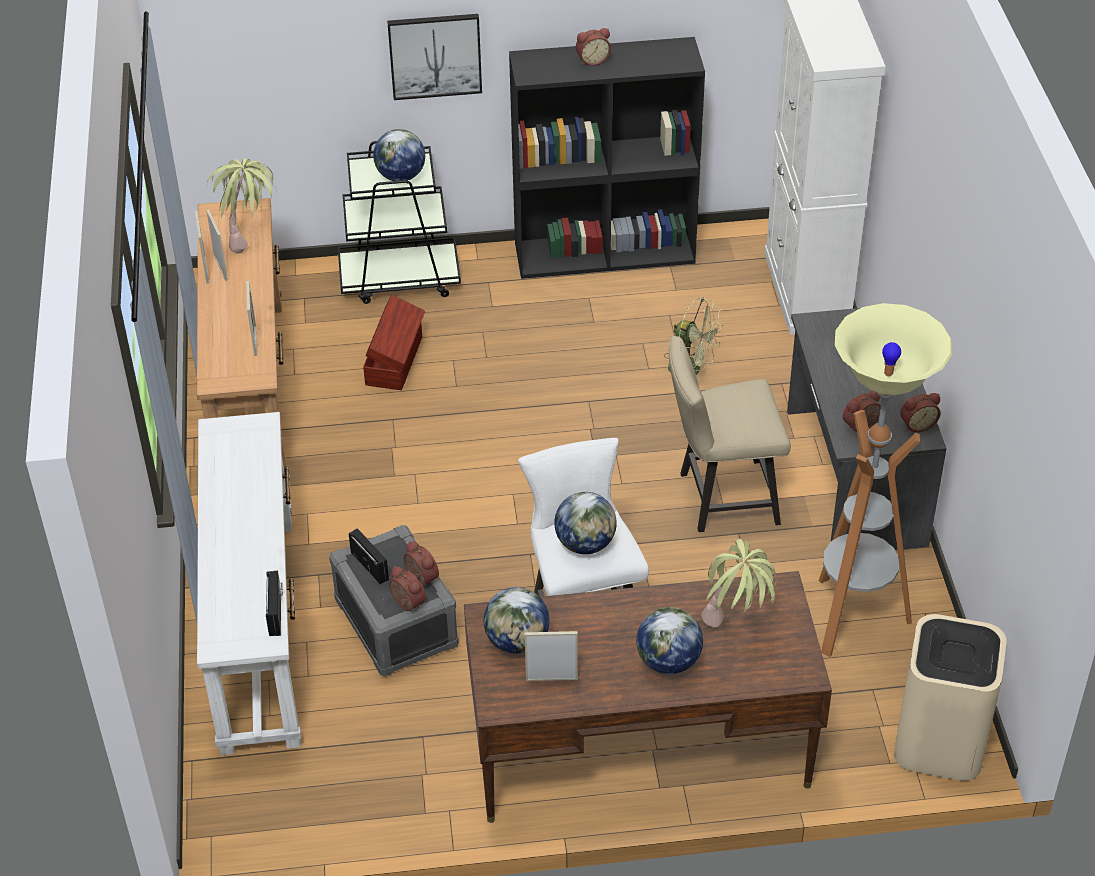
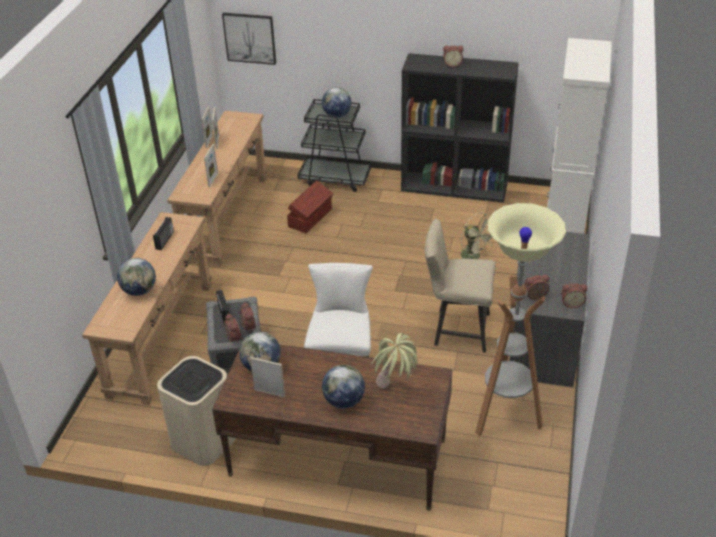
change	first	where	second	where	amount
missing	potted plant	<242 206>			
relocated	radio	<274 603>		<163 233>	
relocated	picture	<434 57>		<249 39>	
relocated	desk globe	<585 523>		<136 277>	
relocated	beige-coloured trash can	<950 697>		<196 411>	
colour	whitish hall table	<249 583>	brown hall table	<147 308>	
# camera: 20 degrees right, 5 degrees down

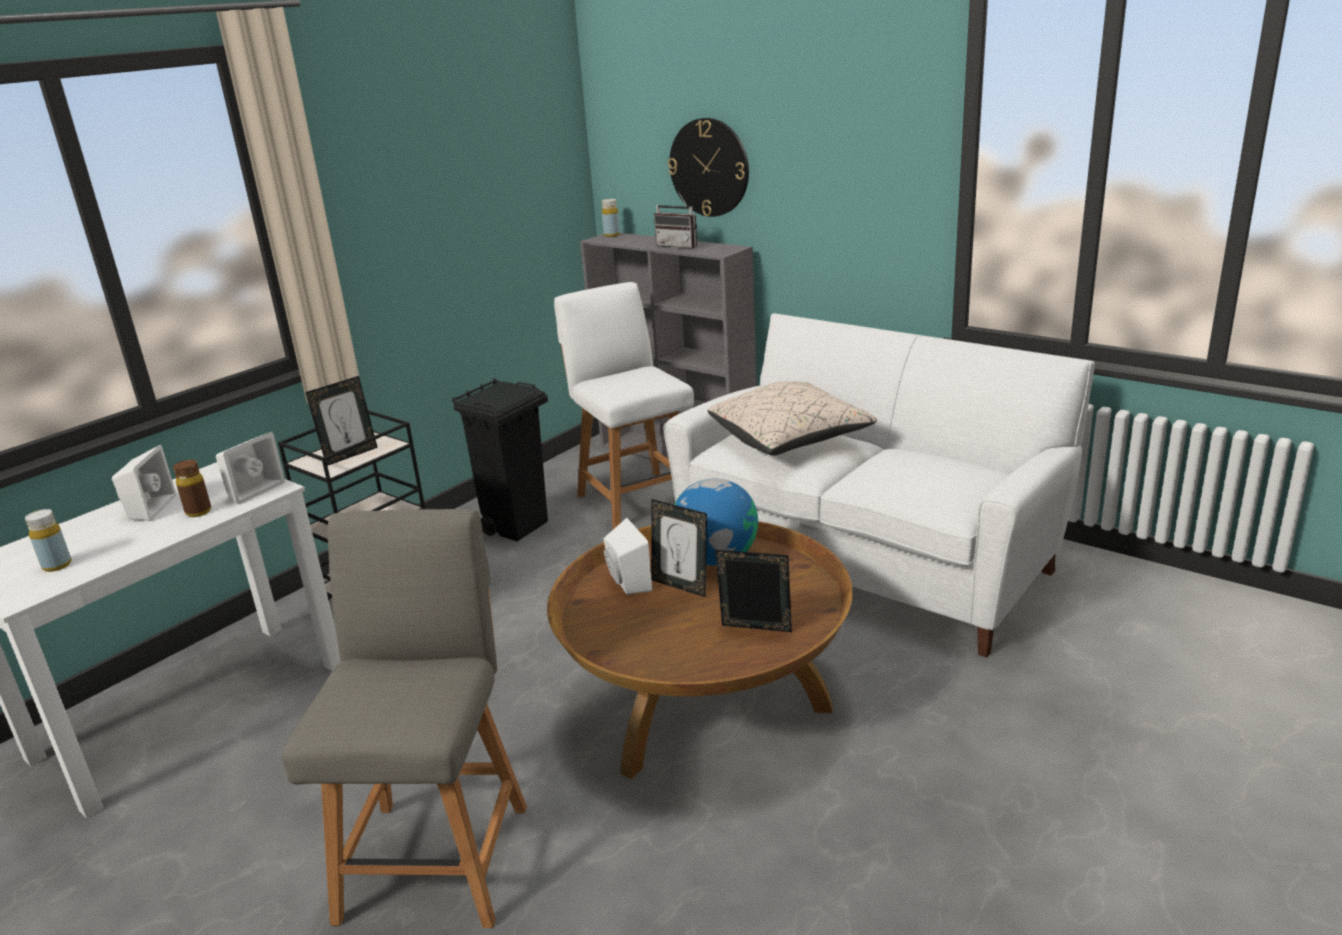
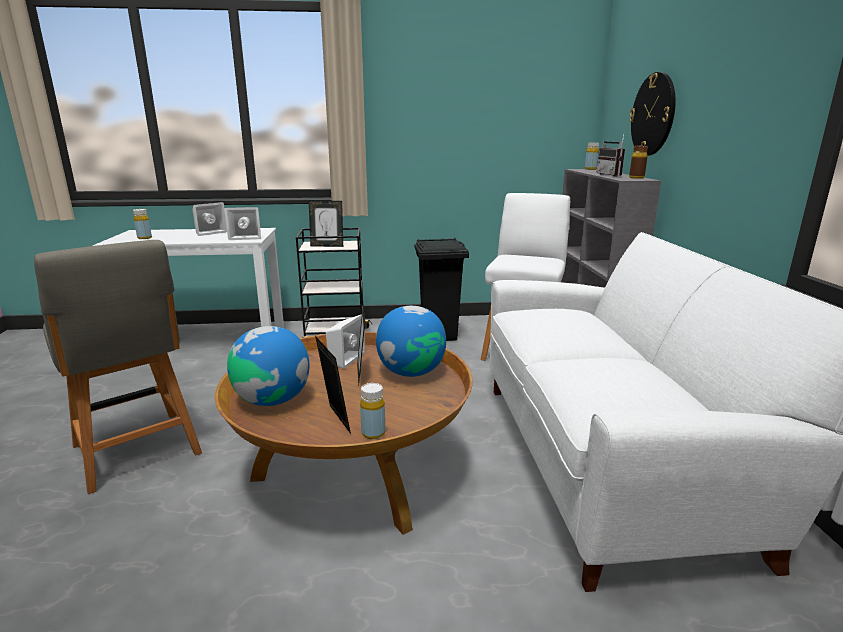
change	first	where	second	where	amount
missing	beige-coloured cushion	<792 418>			
appeared			desk globe	<268 366>	
appeared			yellow beverage bottle	<372 411>	
relocated	brown beverage bottle	<192 488>		<638 162>	
spun	greyish chair	<404 718>		<118 367>	90 degrees clockwise
# camera: 45 degrees right, 5 degrees down

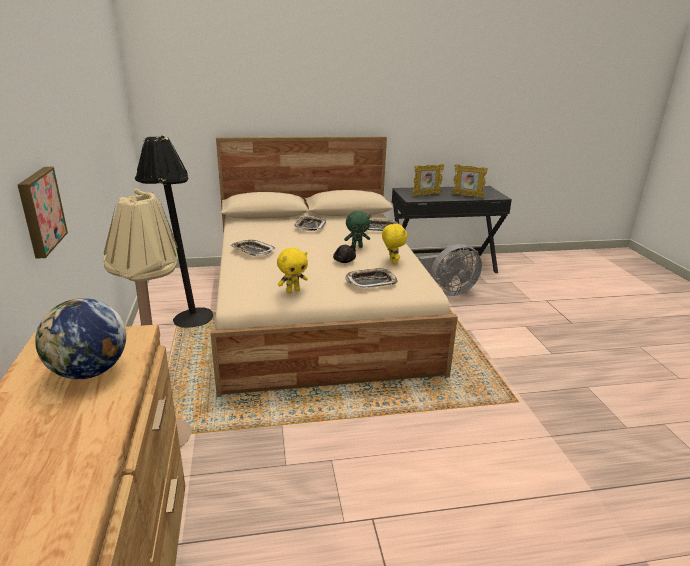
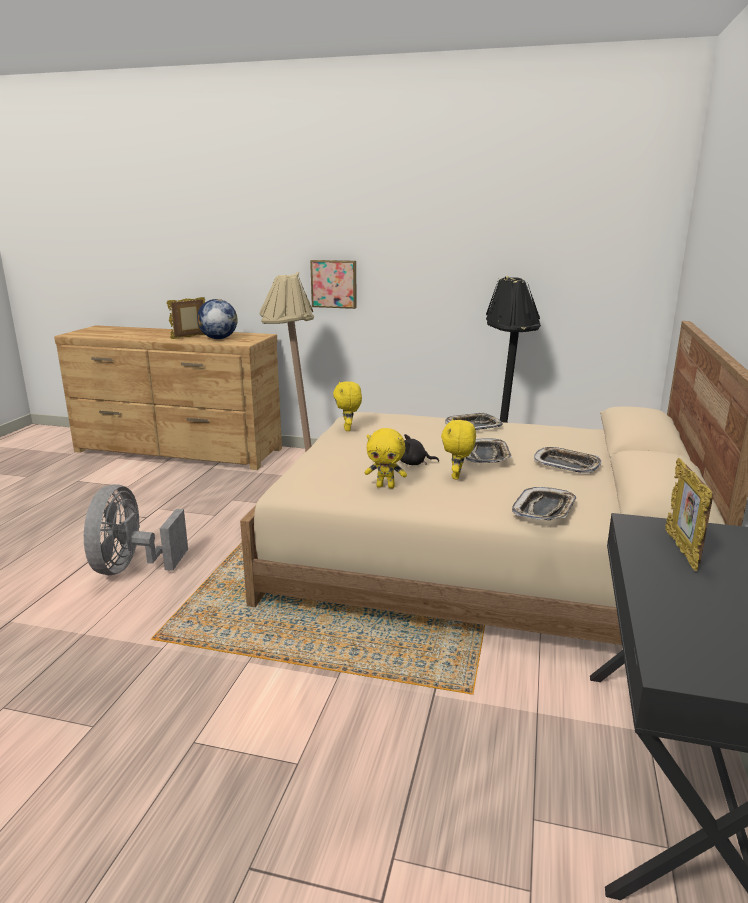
change	first	where	second	where	amount
relocated	tray	<371 277>		<489 450>	
relocated	greyish cooling fan	<450 270>		<136 529>	
relocated	standing frame	<470 181>		<186 318>	
colour	green cuddly toy	<357 229>	yellow cuddly toy	<458 449>	
# camera: 115 degrees right, 5 degrees down

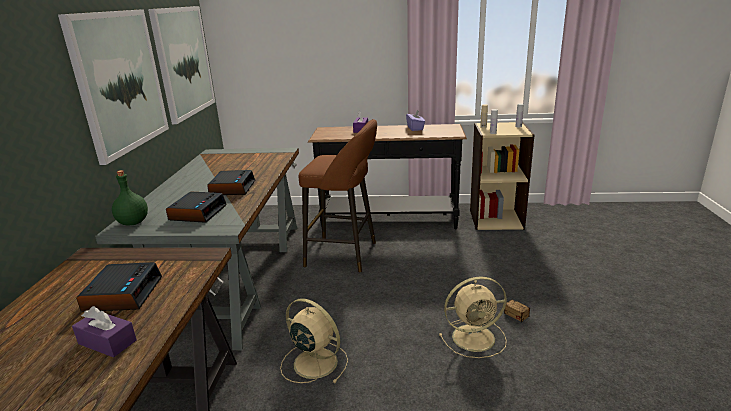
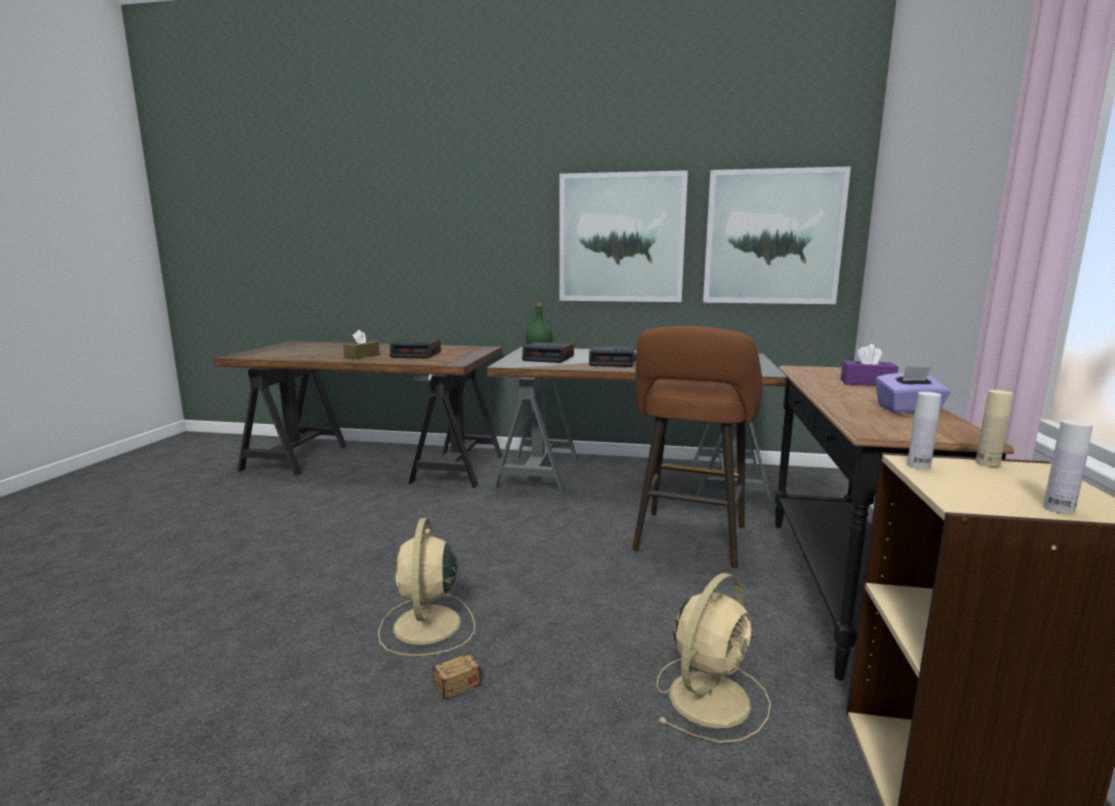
change	first	where	second	where	amount
relocated	beige-coloured cooling fan	<314 340>		<713 658>	
colour	purplish box of tissues	<104 331>	brown box of tissues	<361 344>	
# camera: 95 degrees right, 10 degrees down

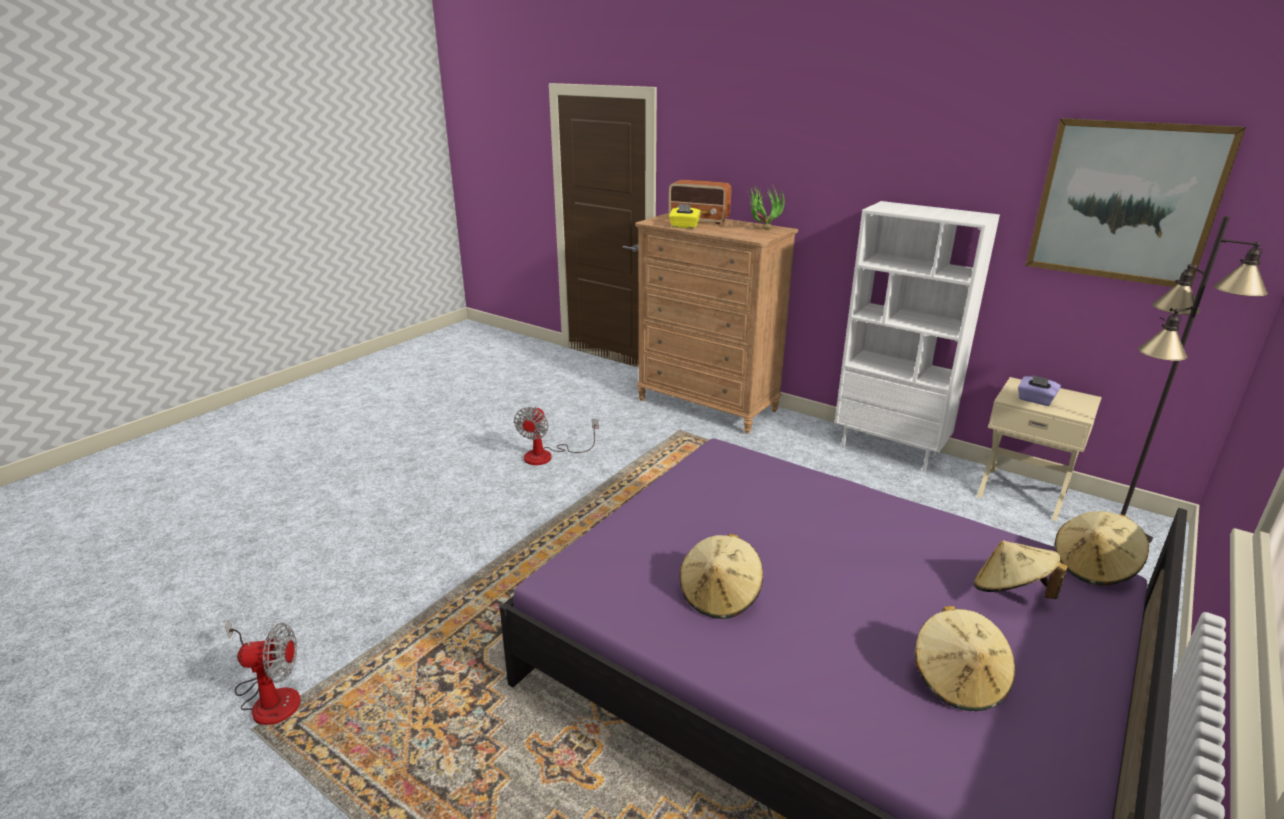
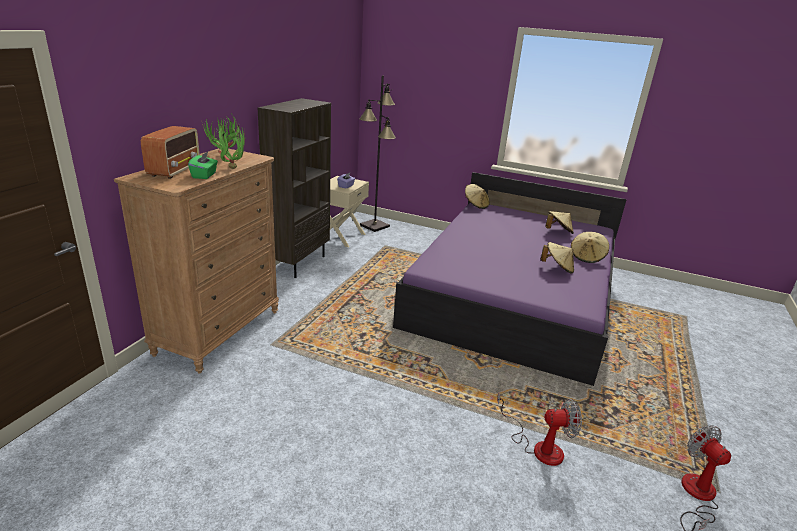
change	first	where	second	where	amount
missing	picture	<1136 202>			
appeared			potted plant	<225 147>	
relocated	cooling fan	<556 436>		<539 429>	
relocated	beige-coloured wearable hat	<1021 569>		<590 247>	
colour	yellow box of tissues	<685 216>	green box of tissues	<203 165>	
colour	whitish shelving unit	<917 336>	brown shelving unit	<294 188>	
# camera: 105 degrees left, 0 degrees up

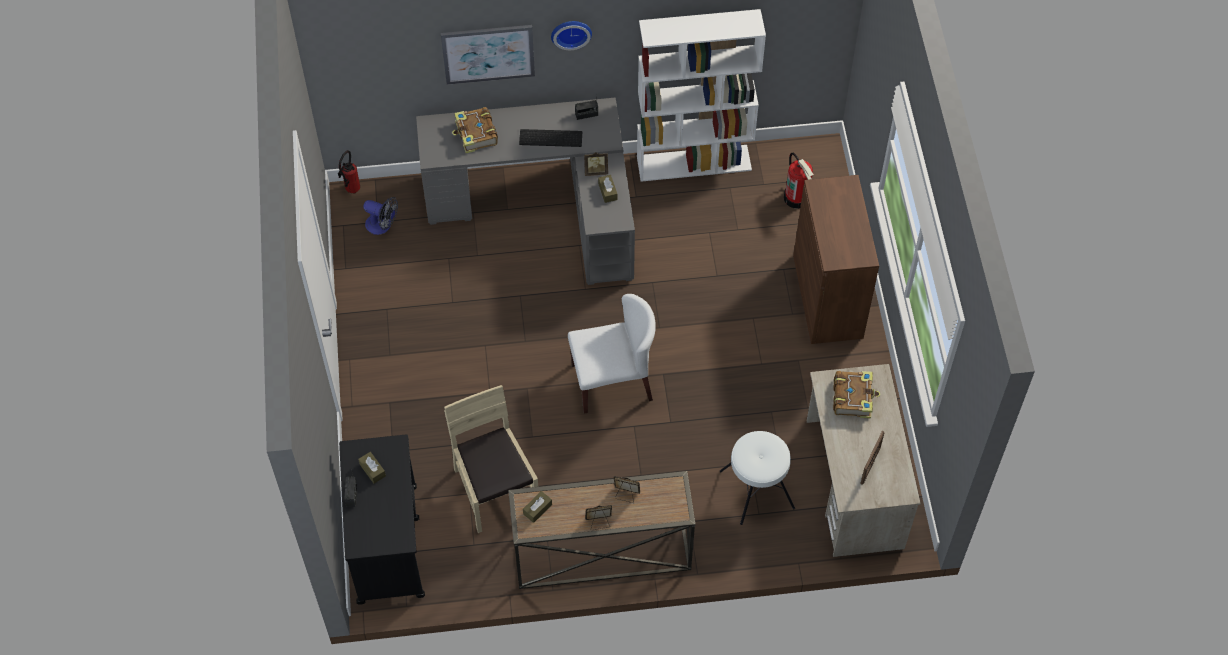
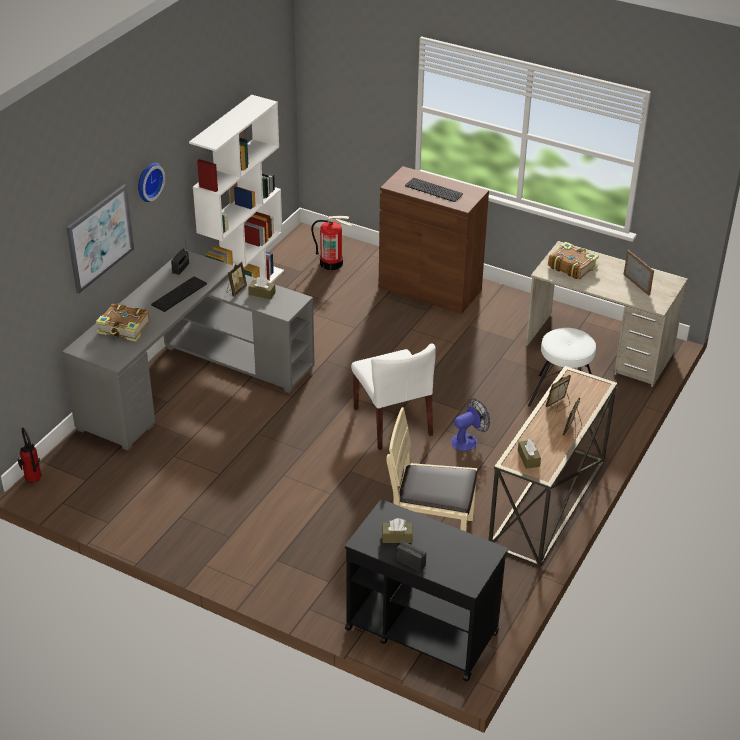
change	first	where	second	where	amount
appeared			PC keyboard	<434 190>	
relocated	cooling fan	<380 216>		<470 424>	
spun	whitish chair	<612 354>		<393 396>	135 degrees clockwise
# camera: 55 degrees left, 20 degrees down

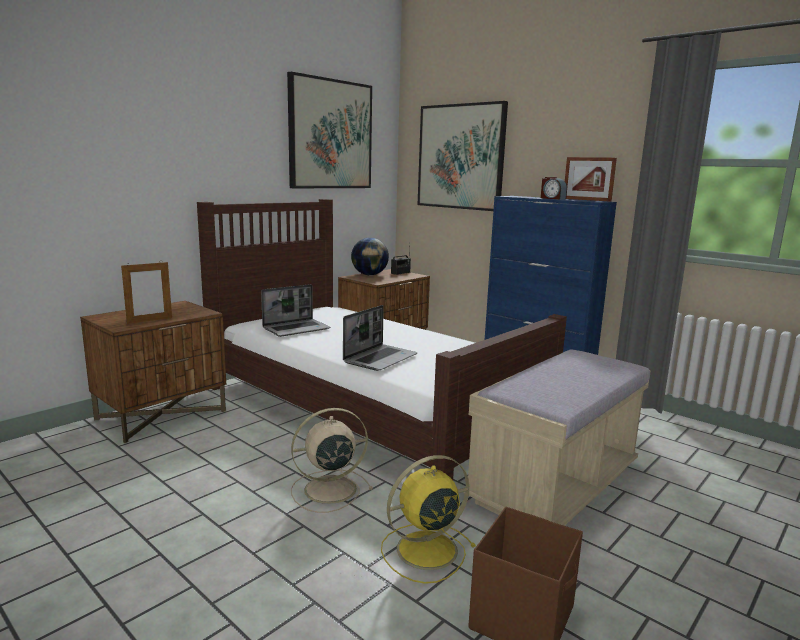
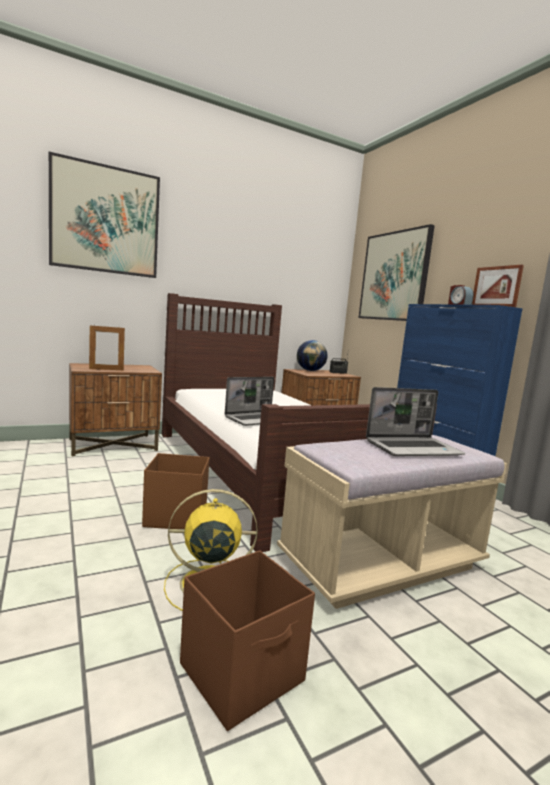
change	first	where	second	where	amount
relocated	portable computer	<295 310>		<415 421>	
relocated	picture	<329 130>		<104 215>	
exchanged	beige-coloured cooling fan	<332 460>	brown storage bin	<176 491>	
# camera: 20 degrees right, 5 degrees down

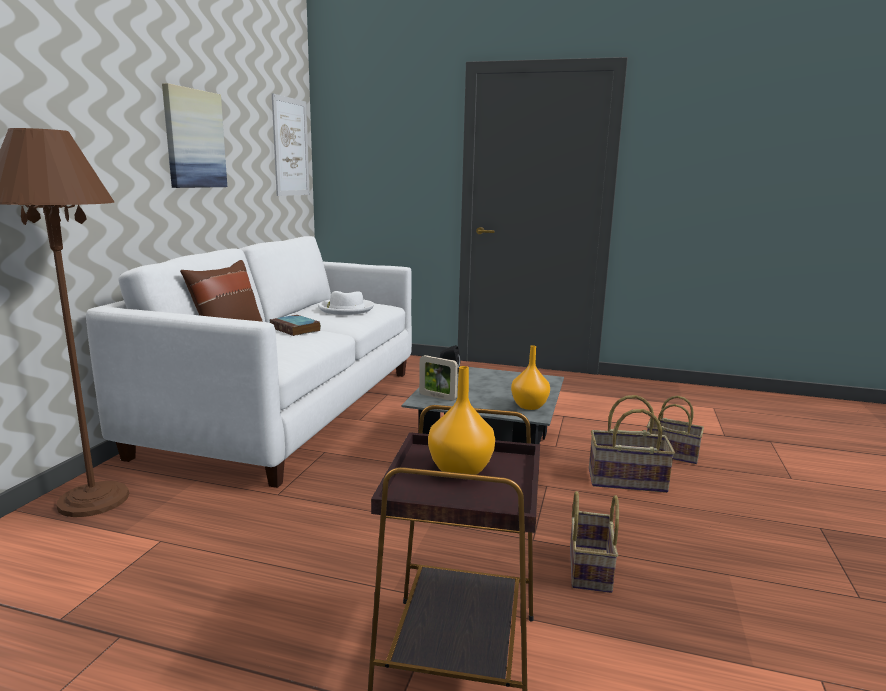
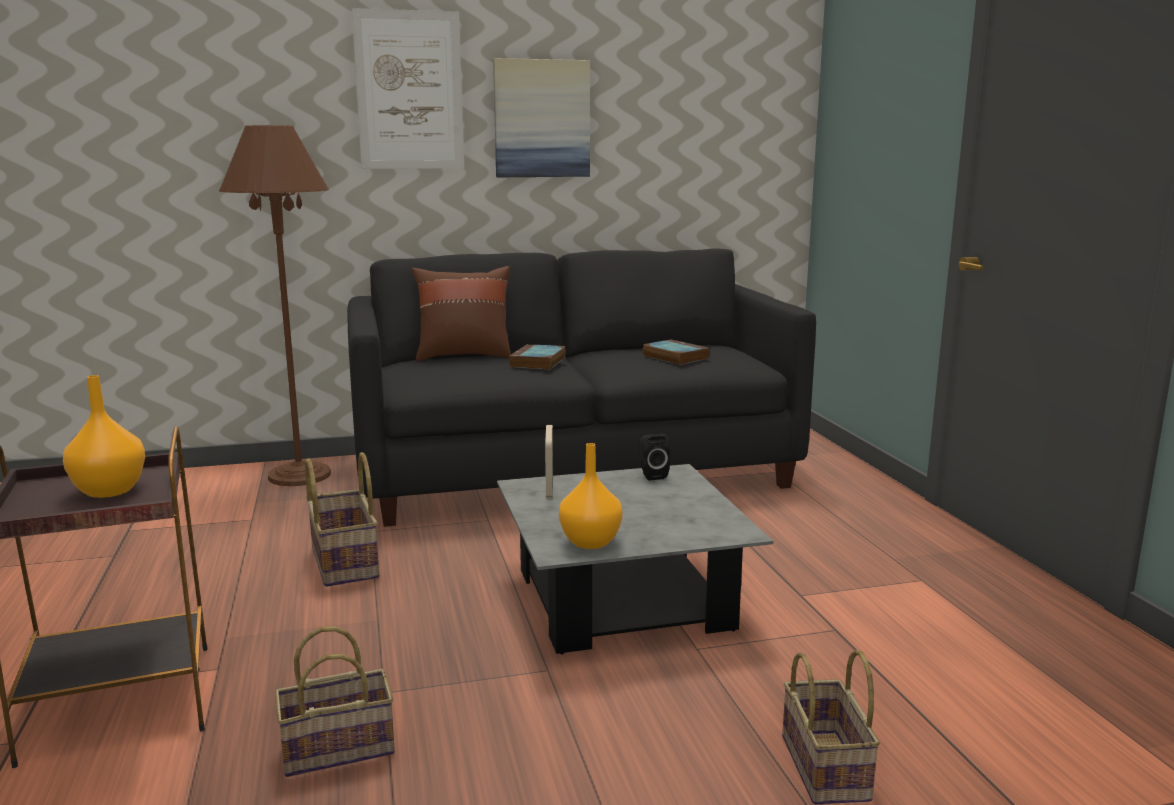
change	first	where	second	where	amount
relocated	picture	<291 144>		<407 88>	
relocated	basket	<632 444>		<342 519>	
exchanged	whitish wearable hat	<346 303>	book	<675 352>	
colour	whitish sofa	<249 362>	blackish sofa	<581 387>	
# camera: 60 degrees right, 0 degrees up

